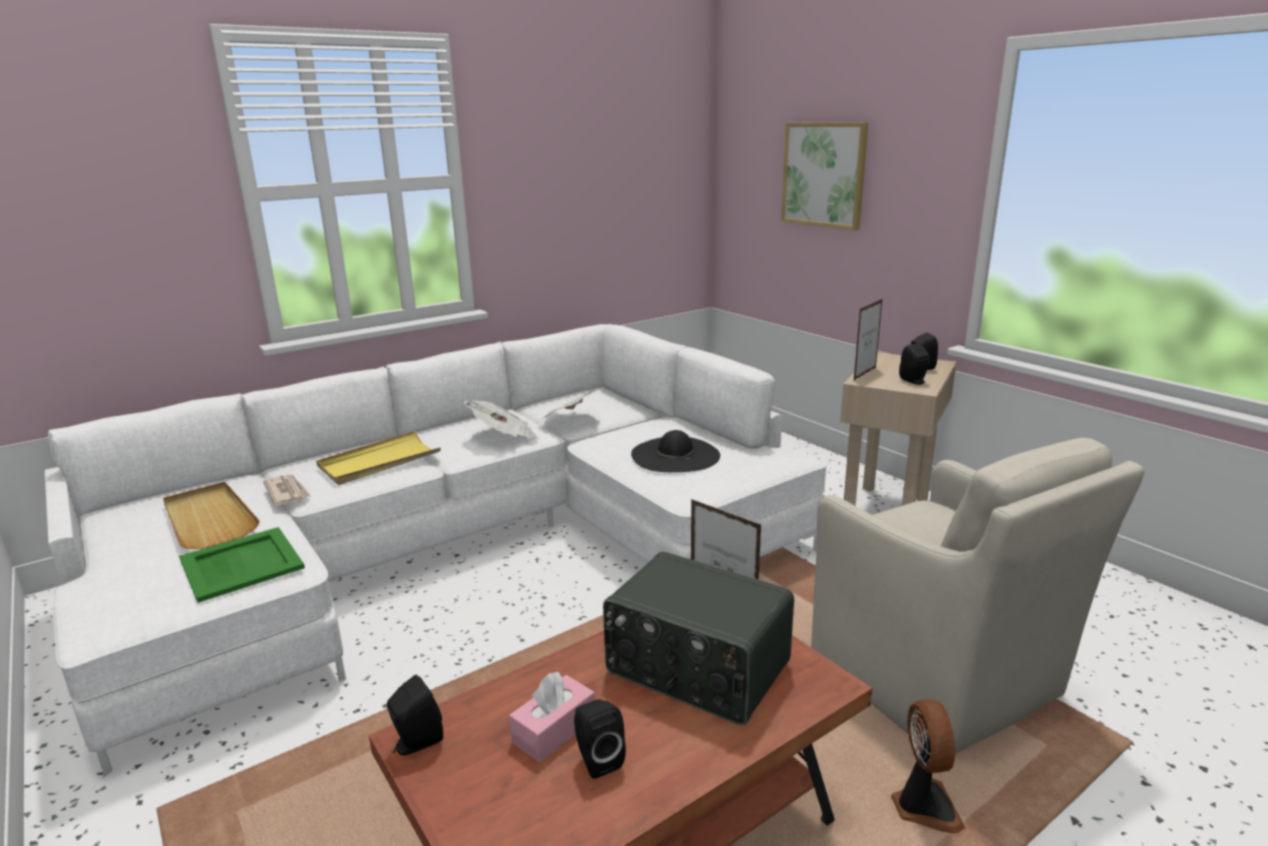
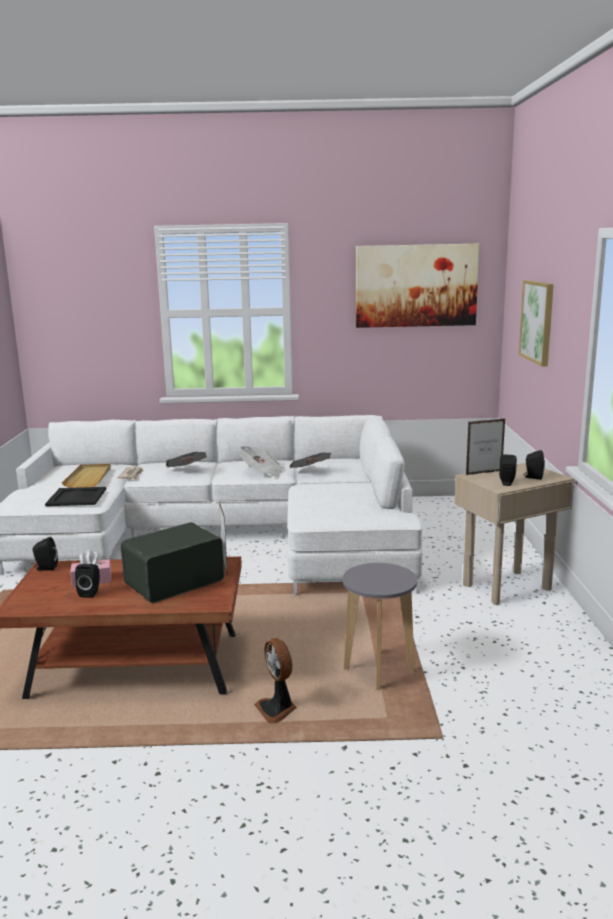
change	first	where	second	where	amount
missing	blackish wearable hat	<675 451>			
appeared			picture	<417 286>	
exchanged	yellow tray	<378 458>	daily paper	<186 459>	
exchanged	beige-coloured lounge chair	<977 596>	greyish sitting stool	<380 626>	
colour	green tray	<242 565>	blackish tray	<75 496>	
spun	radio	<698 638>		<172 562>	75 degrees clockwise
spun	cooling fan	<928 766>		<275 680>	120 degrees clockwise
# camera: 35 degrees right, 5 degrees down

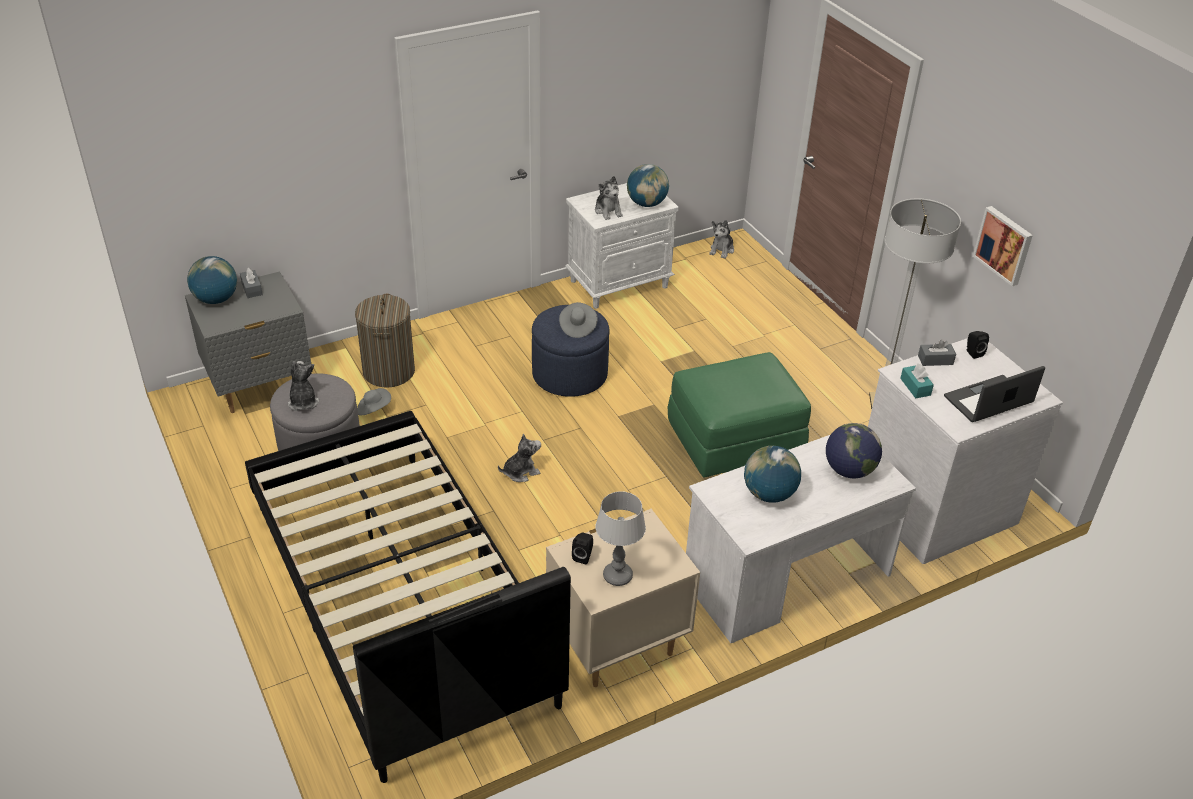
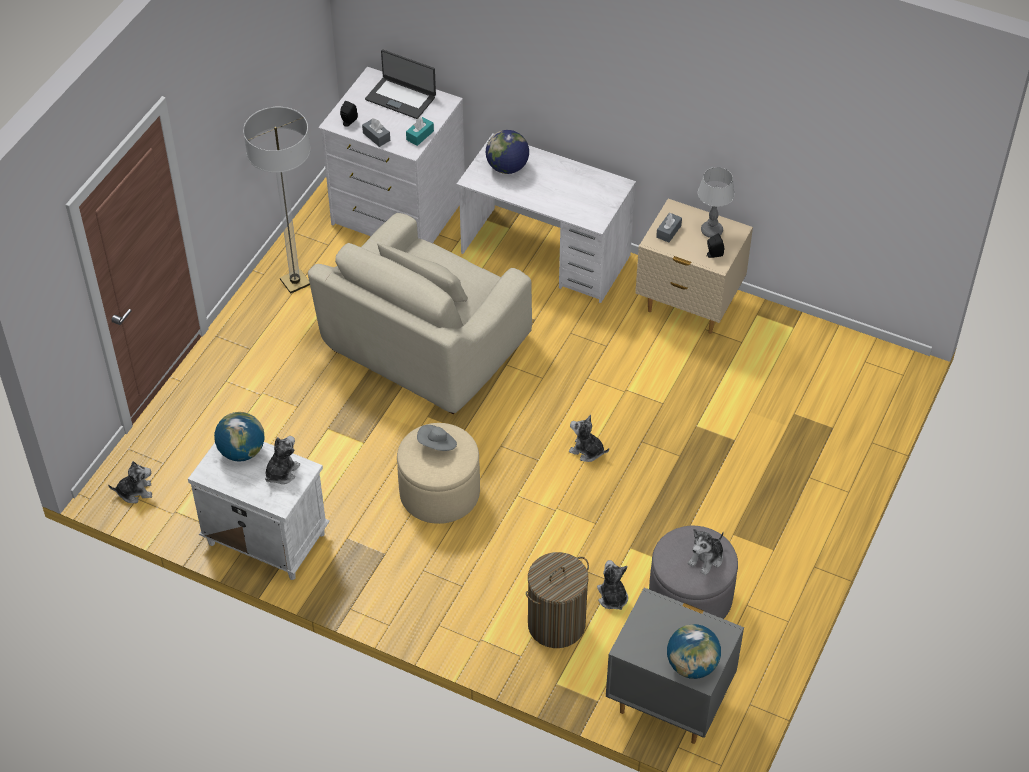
change	first	where	second	where	amount
missing	blackish bedroom bed	<408 597>			
missing	desk globe	<772 474>			
missing	picture	<1003 246>			
relocated	greyish box of tissues	<251 283>		<669 227>	
exchanged	greyish wearable hat	<374 402>	cuddly toy	<612 585>	
exchanged	green ottoman	<739 415>	beige-coloured lounge chair	<420 313>	
colour	blue ottoman	<571 351>	beige-coloured ottoman	<438 473>	
# camera: 125 degrees left, 10 degrees up

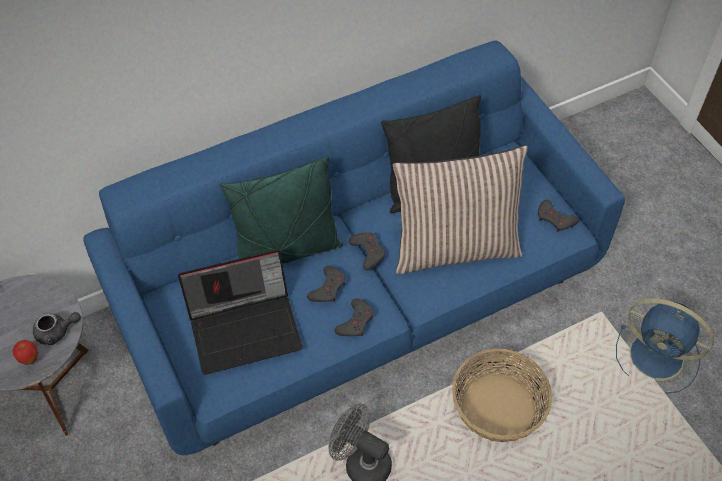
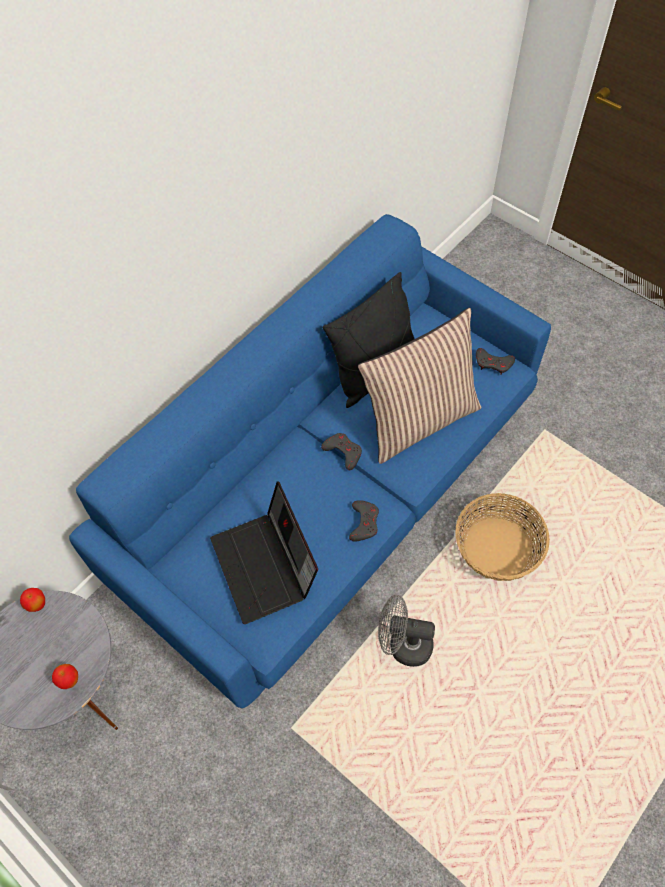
change	first	where	second	where	amount
missing	greyish pot for tea	<57 328>			
missing	green cushion	<281 210>			
missing	greyish game controller	<326 284>			
missing	blue cooling fan	<665 346>			
appeared			apple fruit	<32 600>	
spun	portable computer	<240 312>		<264 552>	105 degrees clockwise
# camera: 20 degrees left, 5 degrees up

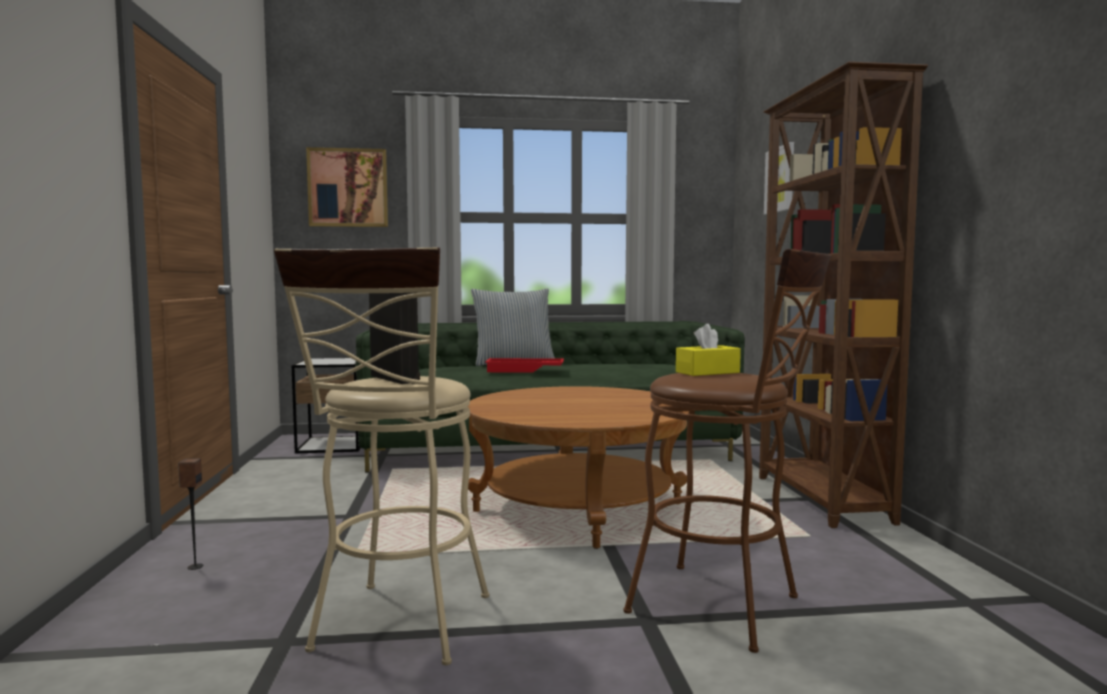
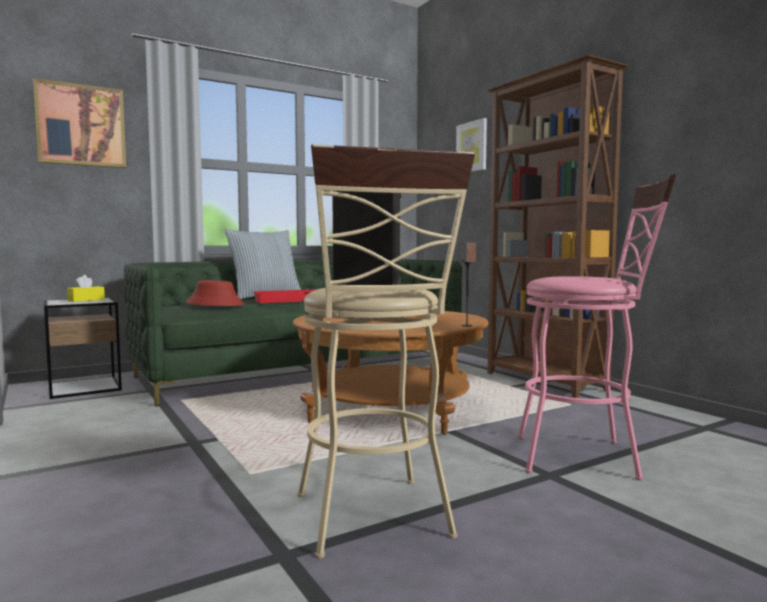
change	first	where	second	where	amount
appeared			reddish wearable hat	<214 293>	
relocated	loudspeaker	<190 514>		<468 285>	
relocated	yellow box of tissues	<708 350>		<86 288>	
colour	brown sitting stool	<727 451>	pink-coloured sitting stool	<597 327>	
# camera: 25 degrees left, 0 degrees up

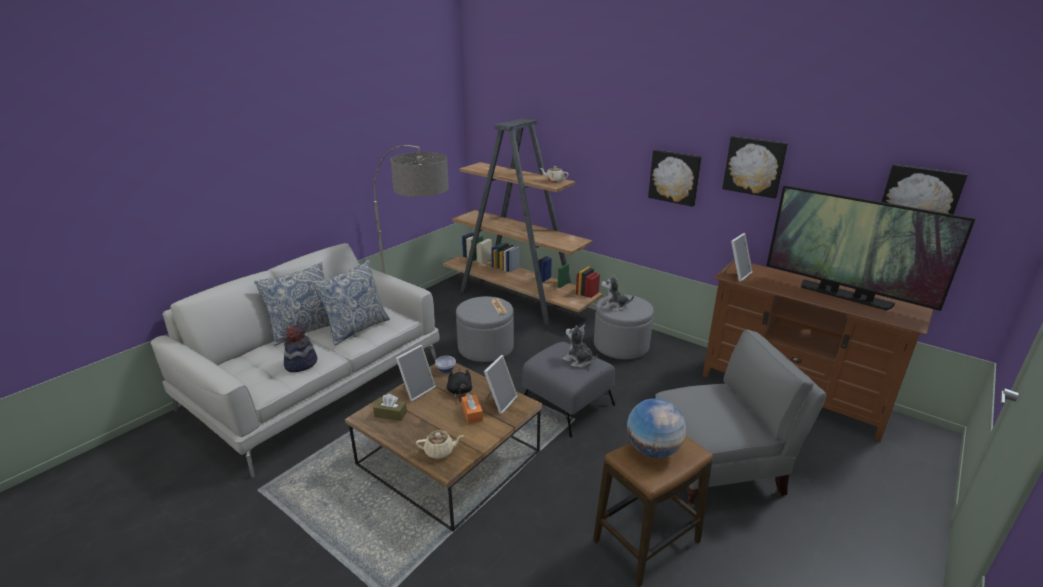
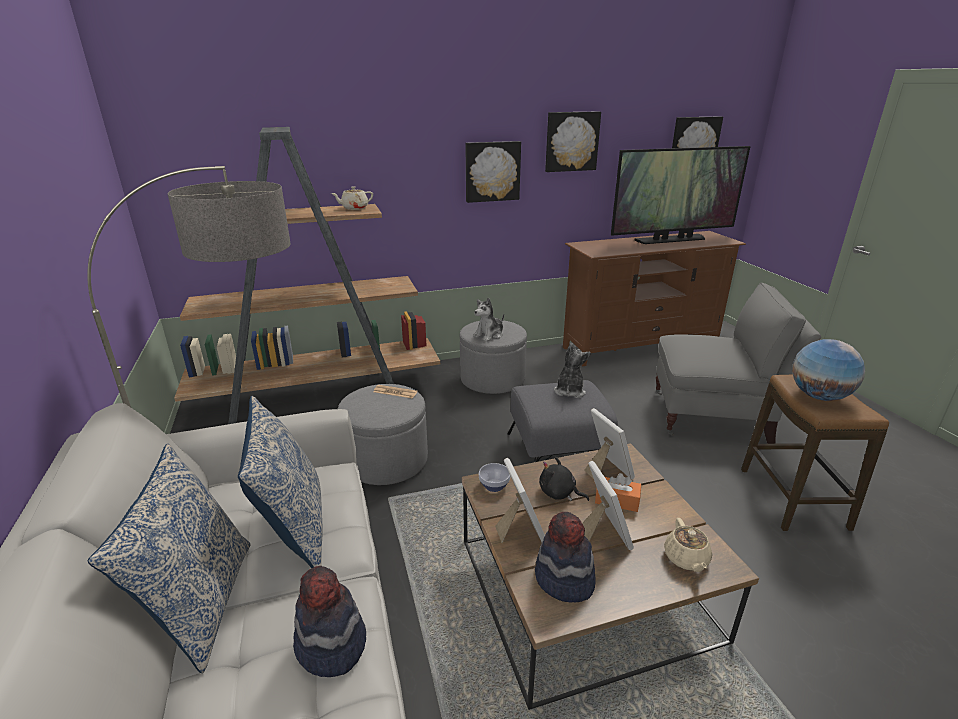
change	first	where	second	where	amount
relocated	standing frame	<737 257>		<608 505>	
exchanged	brown box of tissues	<390 407>	wearable hat	<565 557>	
spun	beige-coloured pot for tea	<440 444>		<688 545>	150 degrees clockwise
spun	cuddly toy	<580 346>		<572 370>	120 degrees clockwise
spun	greyish lounge chair	<740 419>		<738 363>	75 degrees clockwise
# camera: 55 degrees left, 0 degrees up

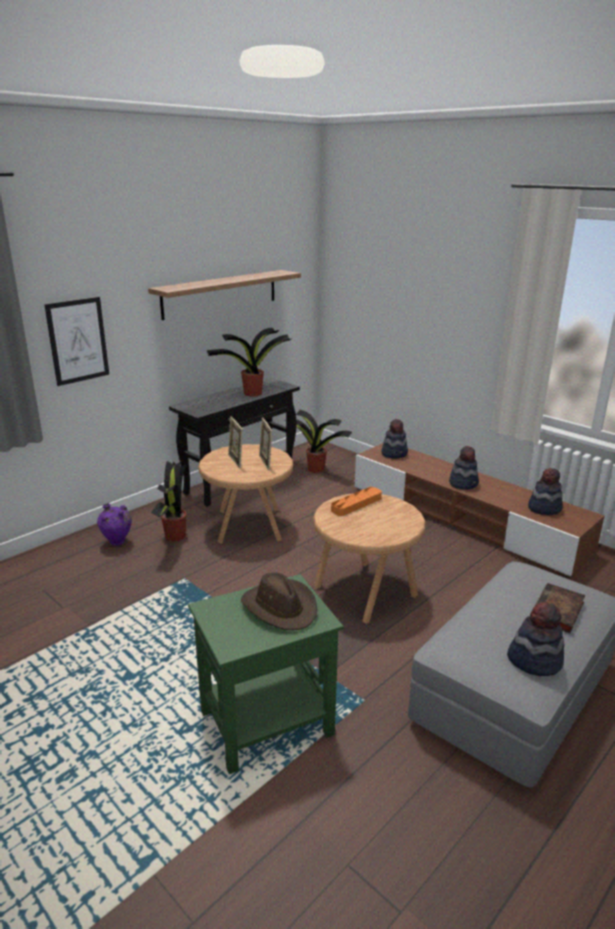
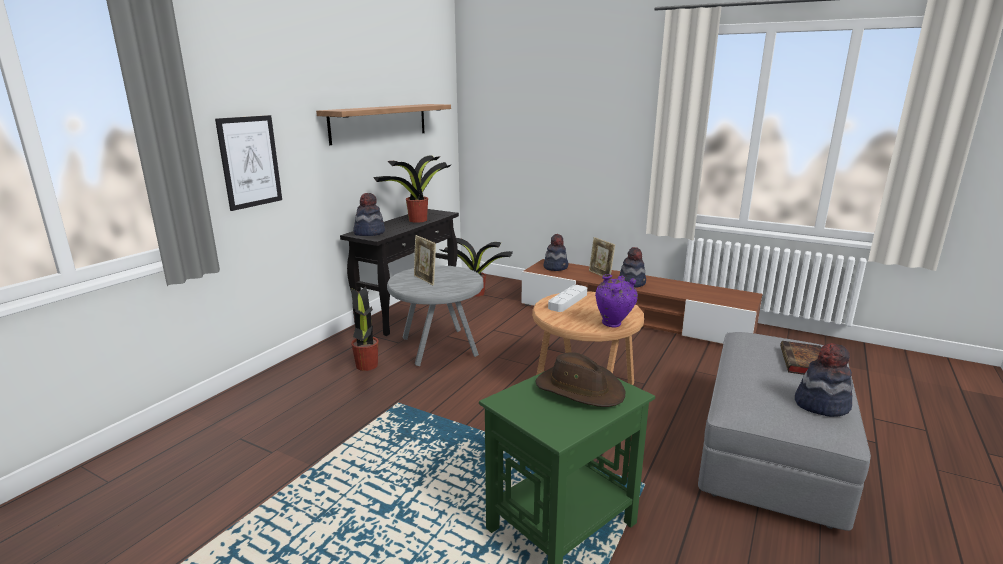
change	first	where	second	where	amount
relocated	purplish flower vase	<114 524>		<616 300>	
relocated	standing frame	<265 443>		<602 256>	
relocated	wearable hat	<545 491>		<369 214>	
colour	brown end table	<245 494>	greyish end table	<435 315>	
colour	orange tray	<356 501>	greyish tray	<567 298>	
# camera: 15 degrees left, 5 degrees down

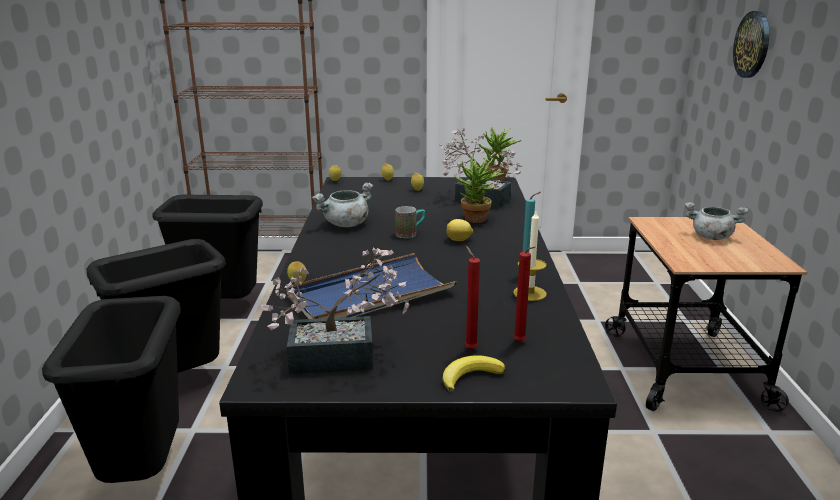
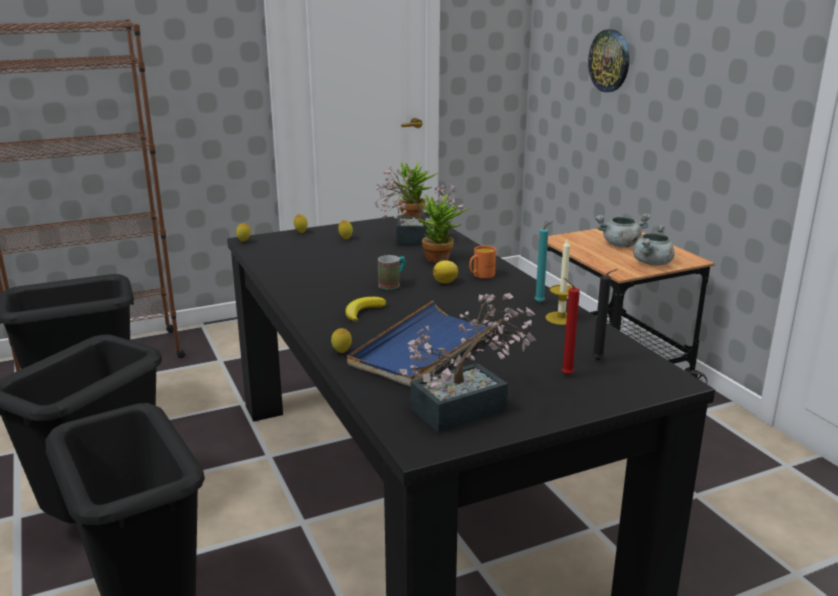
change	first	where	second	where	amount
appeared			orange tea mug	<482 262>	
relocated	greyish stockpot	<342 205>		<653 245>	
relocated	banana	<473 373>		<365 309>	
colour	reddish candle	<524 294>	blackish candle	<605 314>	
# camera: 25 degrees left, 0 degrees up

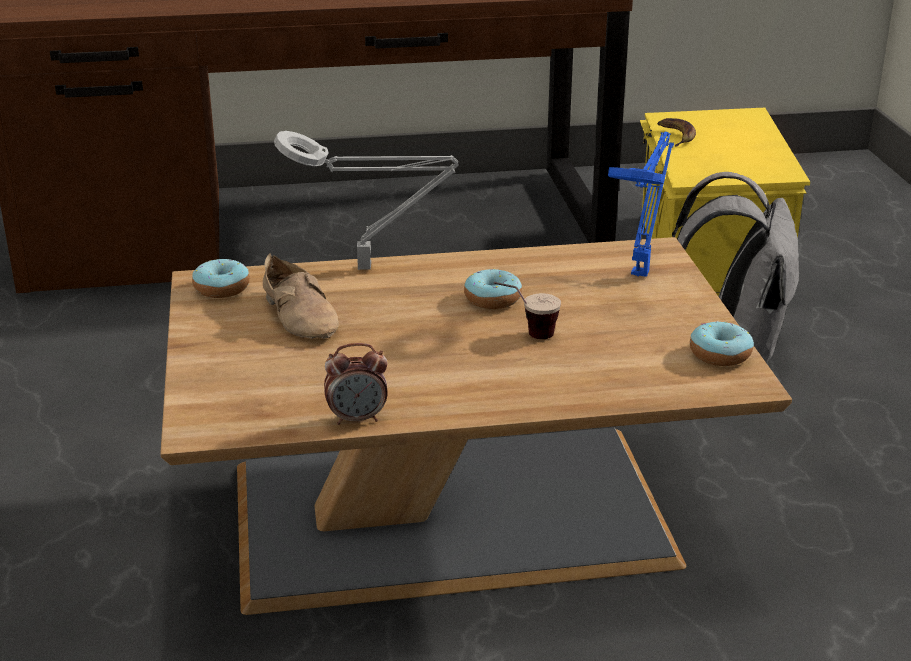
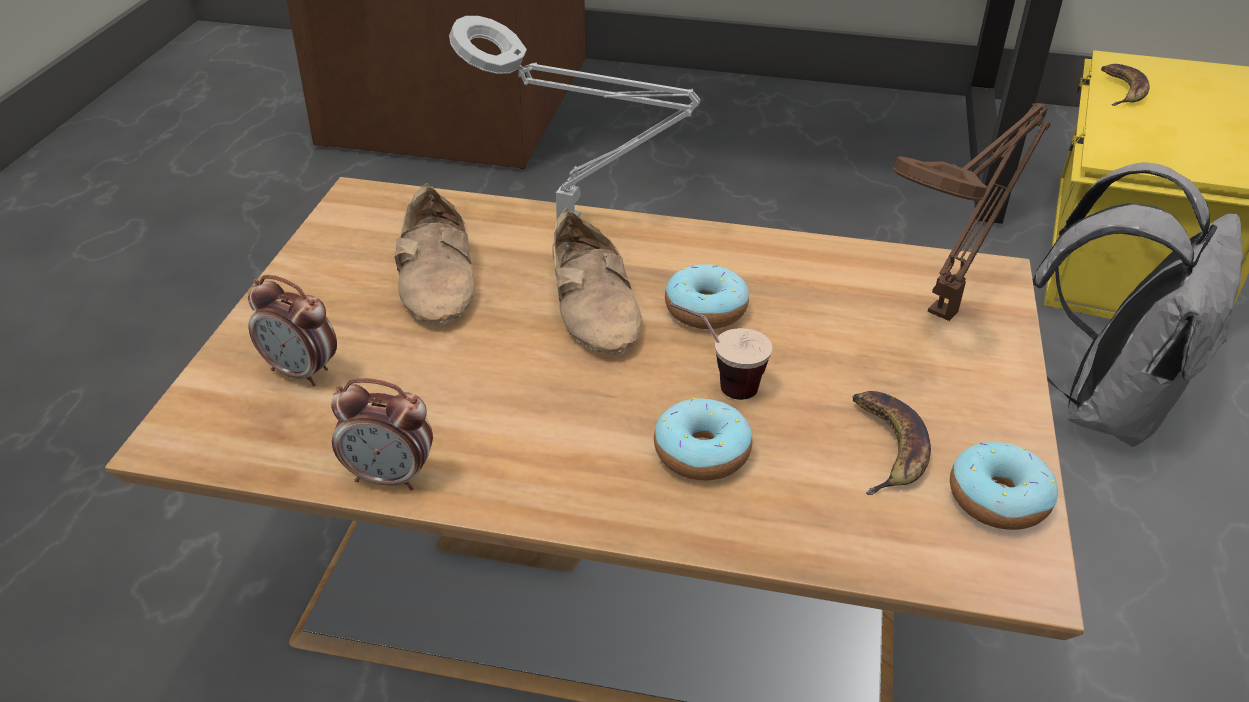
change	first	where	second	where	amount
appeared			bedside clock	<292 330>	
appeared			beige-coloured shoe	<597 281>	
appeared			banana	<892 443>	
relocated	doughnut	<221 278>		<703 439>	
colour	blue lamp for a table	<641 204>	brown lamp for a table	<971 212>	
# camera: 20 degrees right, 10 degrees up

